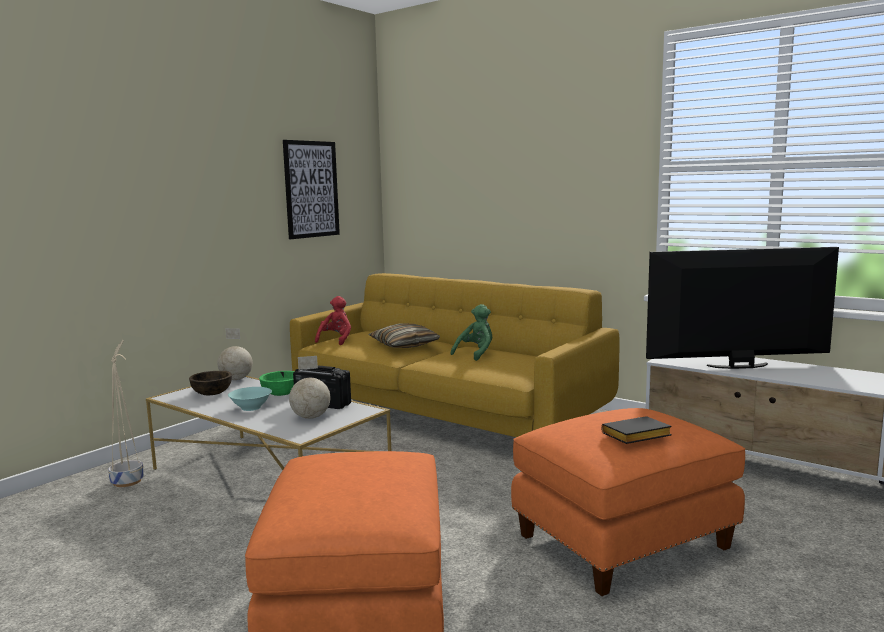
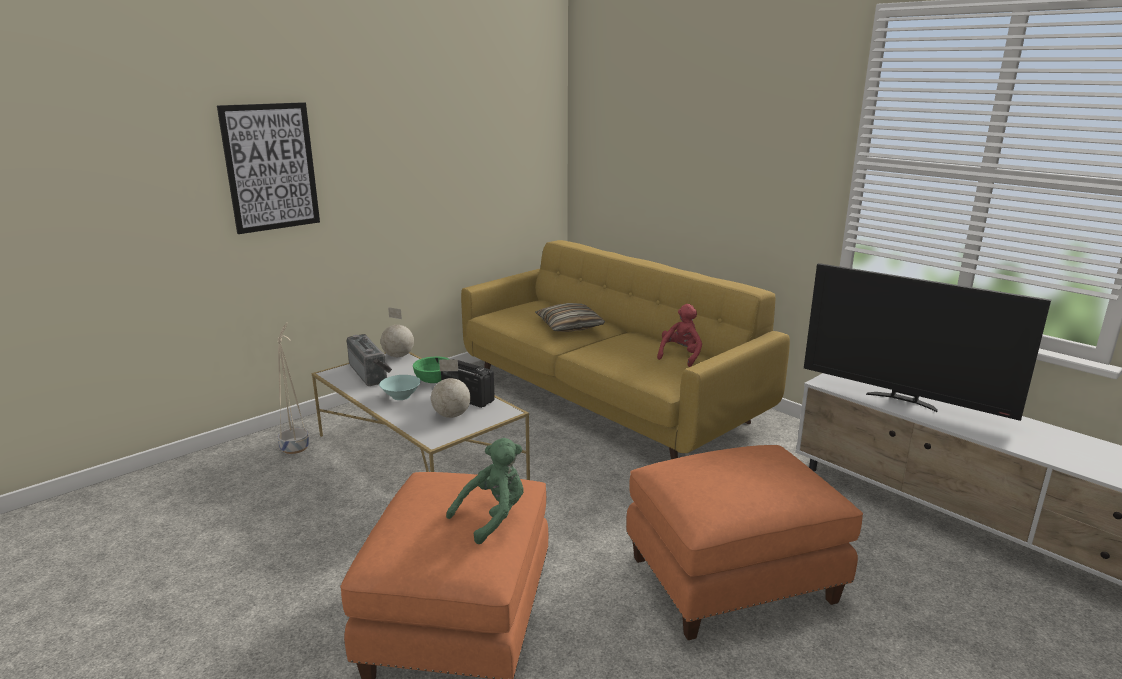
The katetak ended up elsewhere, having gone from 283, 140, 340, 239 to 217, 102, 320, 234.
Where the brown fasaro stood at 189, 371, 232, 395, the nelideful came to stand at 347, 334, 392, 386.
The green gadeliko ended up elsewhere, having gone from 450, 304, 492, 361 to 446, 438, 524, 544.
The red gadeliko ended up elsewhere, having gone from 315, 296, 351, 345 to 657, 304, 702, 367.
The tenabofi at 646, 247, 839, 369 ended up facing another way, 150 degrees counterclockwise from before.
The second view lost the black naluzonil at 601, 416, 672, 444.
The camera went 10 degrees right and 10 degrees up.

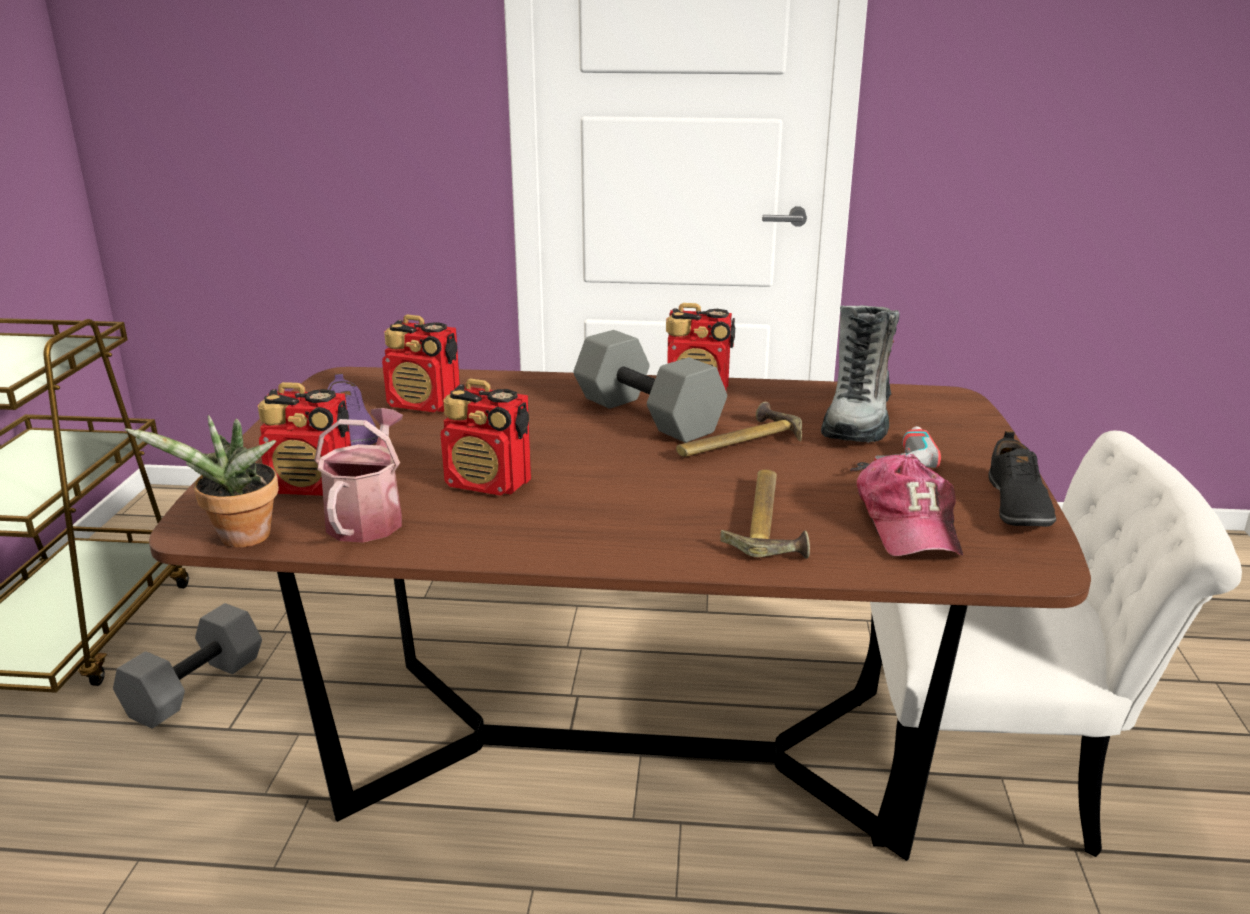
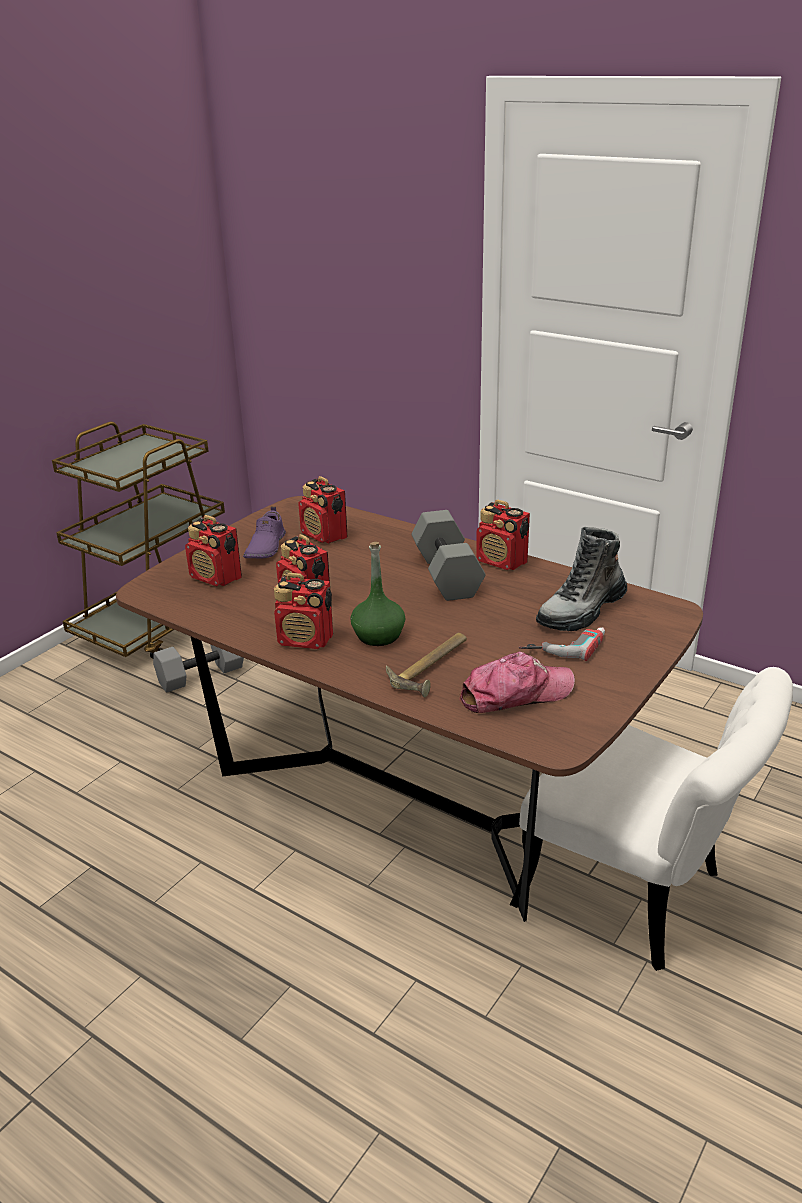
The second view gained the nelideful at 274, 573, 333, 649.
The second view gained the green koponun at 351, 542, 405, 646.
The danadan at 857, 454, 963, 557 ended up facing another way, 135 degrees counterclockwise from before.
The second view lost the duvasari at 124, 415, 279, 548.
The second view lost the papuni at 314, 408, 403, 543.
The second view lost the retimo at 676, 402, 802, 457.
The second view lost the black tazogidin at 988, 431, 1056, 527.
The camera went 30 degrees right and 5 degrees up.

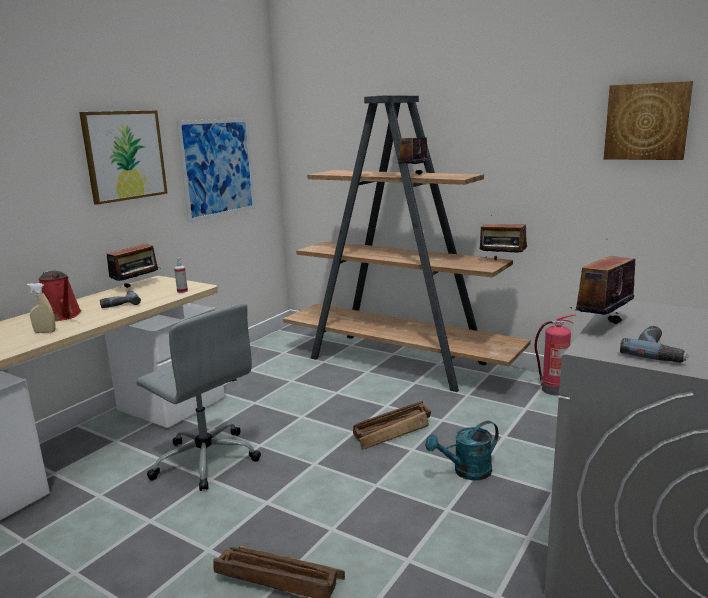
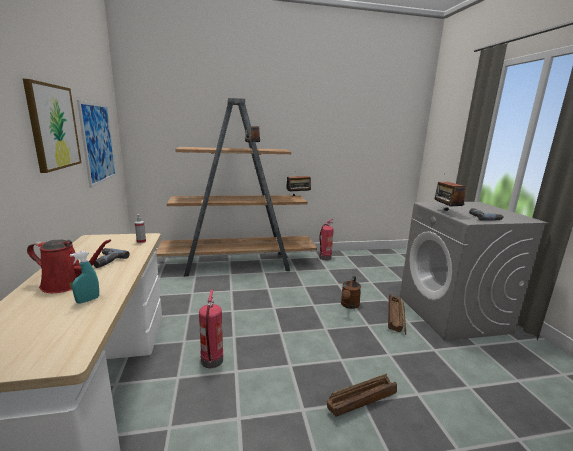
What was the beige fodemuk at 27, 283, 56, 333 turned into the turquoise fodemuk at 70, 251, 99, 304.
Where the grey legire stood at 136, 304, 261, 491, the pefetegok came to stand at 199, 290, 223, 368.
What was the turquoise papuni at 425, 421, 499, 480 turned into the brown papuni at 341, 276, 361, 309.
The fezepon ended up elsewhere, having gone from 353, 401, 431, 450 to 388, 294, 406, 335.
The second view lost the nelideful at 107, 244, 161, 288.
The second view lost the katetak at 604, 81, 693, 160.
The camera went 45 degrees left and 0 degrees up.

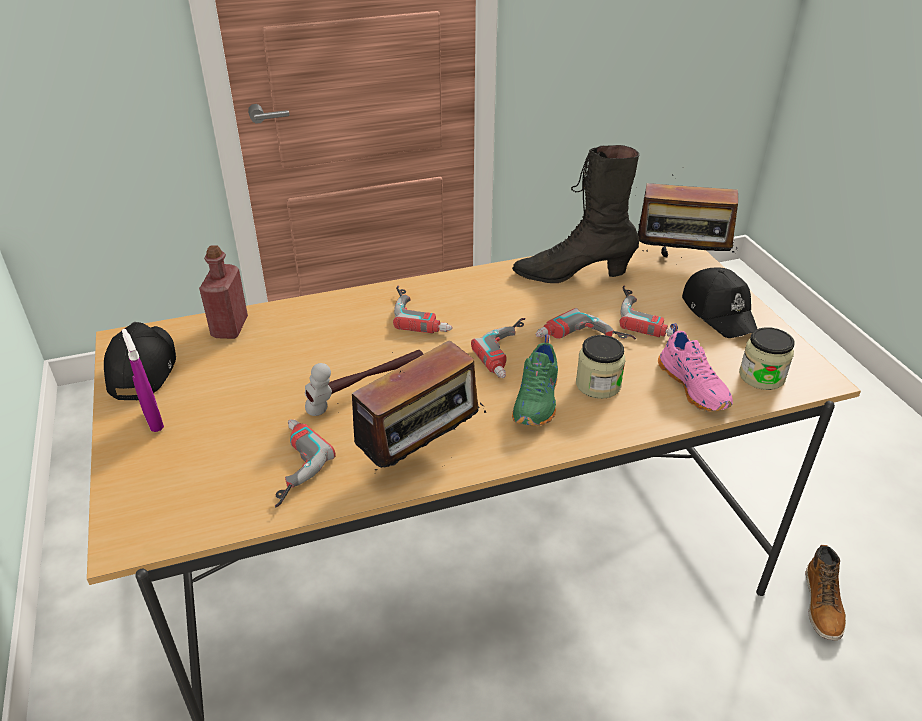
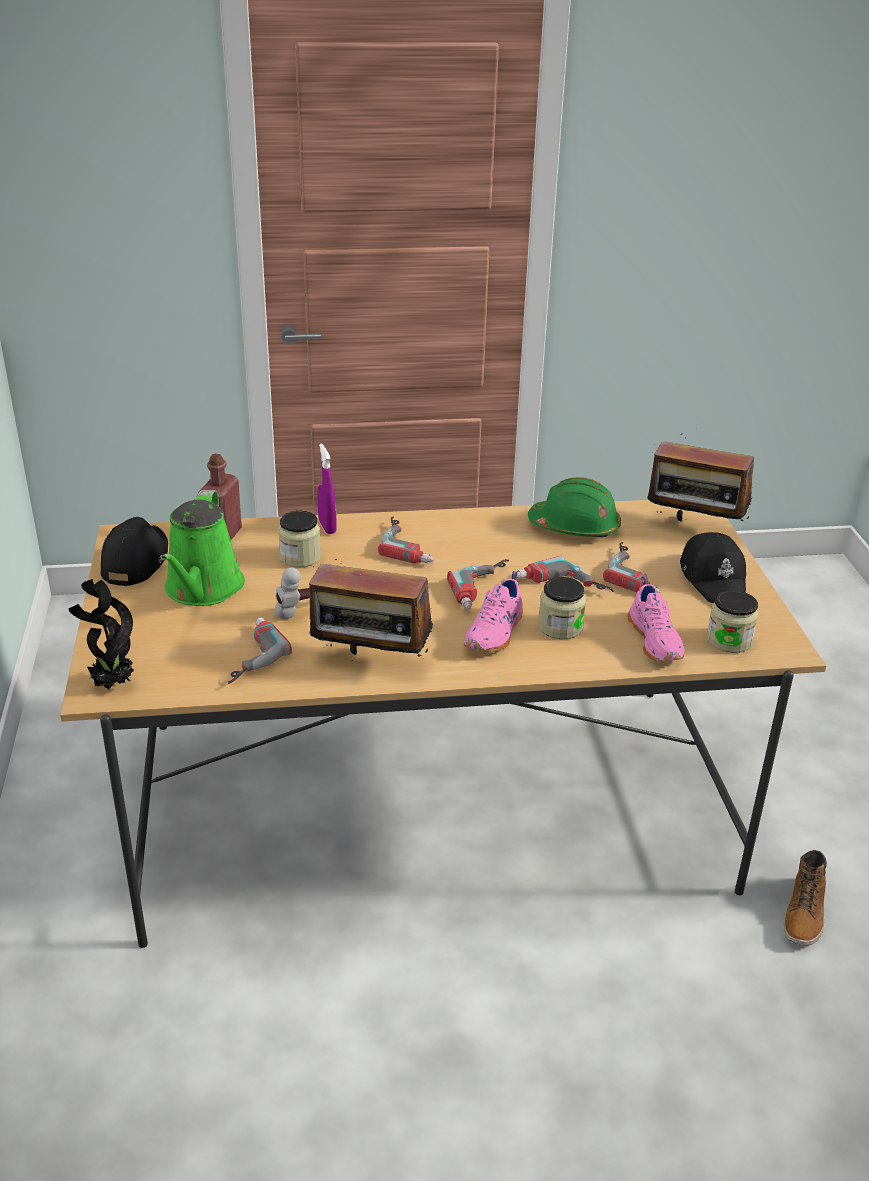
The second view gained the duvasari at 68, 579, 134, 689.
The second view gained the green papuni at 161, 490, 245, 606.
The second view gained the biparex at 278, 510, 321, 568.
The nelideful at 337, 340, 486, 474 ended up facing another way, 45 degrees clockwise from before.
The purple fodemuk ended up elsewhere, having gone from 122, 329, 164, 432 to 317, 444, 337, 534.
What was the green tazogidin at 512, 335, 558, 426 turned into the pink tazogidin at 464, 571, 523, 652.
Where the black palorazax stood at 512, 145, 639, 283, the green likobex came to stand at 528, 477, 621, 538.
The camera went 10 degrees right and 5 degrees down.

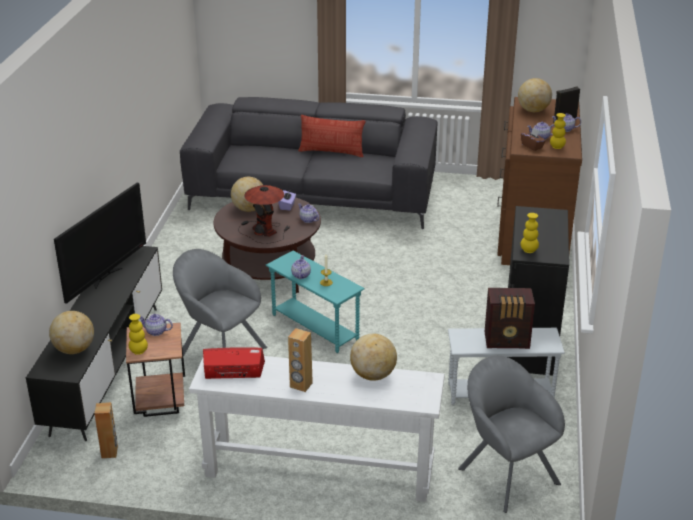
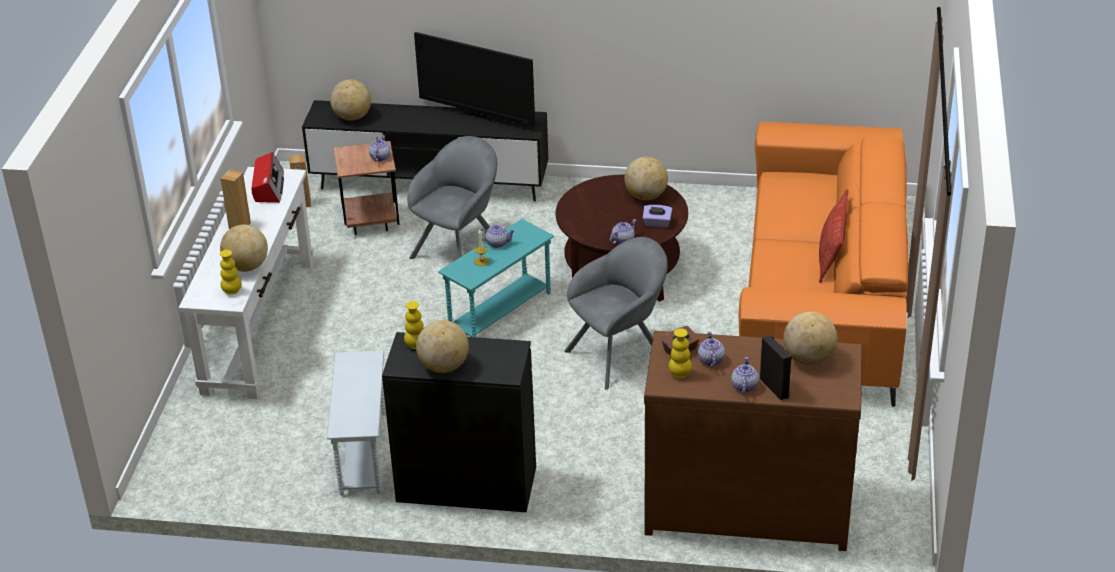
The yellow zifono ended up elsewhere, having gone from 129, 314, 148, 355 to 220, 250, 242, 295.
The second view gained the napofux at 416, 320, 469, 373.
The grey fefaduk ended up elsewhere, having gone from 458, 356, 565, 513 to 564, 237, 668, 389.
What was the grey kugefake at 180, 97, 437, 229 turned into the orange kugefake at 739, 122, 909, 407.
The second view lost the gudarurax at 238, 185, 290, 244.
The second view lost the nelideful at 485, 288, 535, 349.
The camera went 90 degrees right and 5 degrees up.

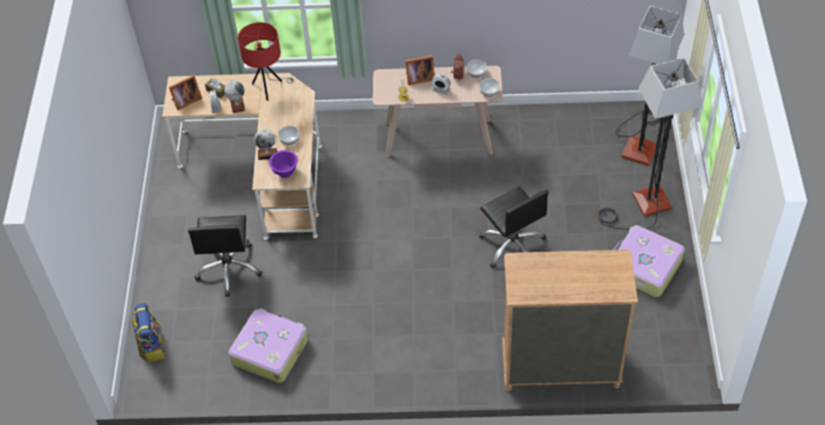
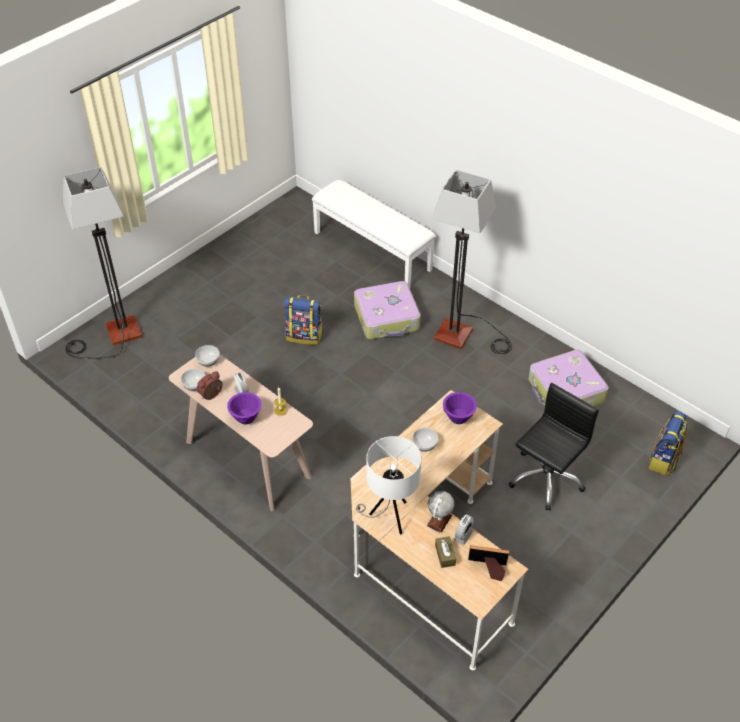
Where the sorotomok stood at 405, 56, 435, 85, the purple fasaro came to stand at 227, 392, 261, 425.
Where the black legire stood at 479, 186, 549, 268, the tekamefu came to stand at 284, 295, 323, 345.
Where the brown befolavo stood at 502, 250, 638, 391, the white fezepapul came to stand at 312, 180, 436, 288.
The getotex ended up elsewhere, having gone from 613, 225, 685, 297 to 354, 281, 421, 339.
What was the red gudarurax at 238, 22, 294, 101 turned into the white gudarurax at 356, 436, 421, 535.
The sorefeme ended up elsewhere, having gone from 598, 58, 702, 230 to 431, 170, 512, 354.
The second view lost the napofux at 254, 129, 277, 160.
The camera went 140 degrees left and 5 degrees down.

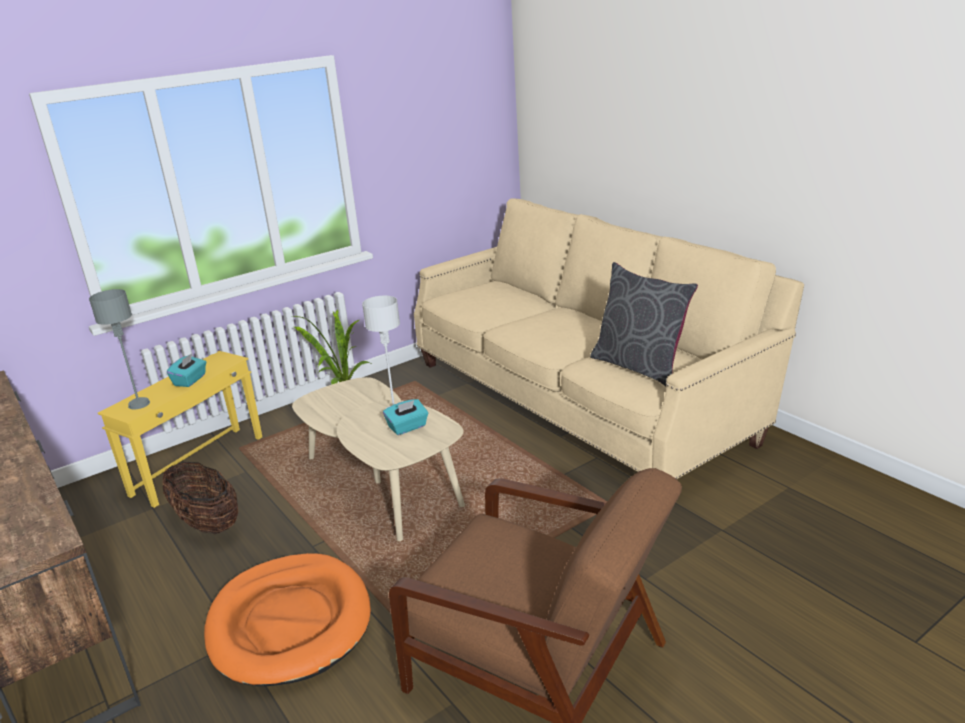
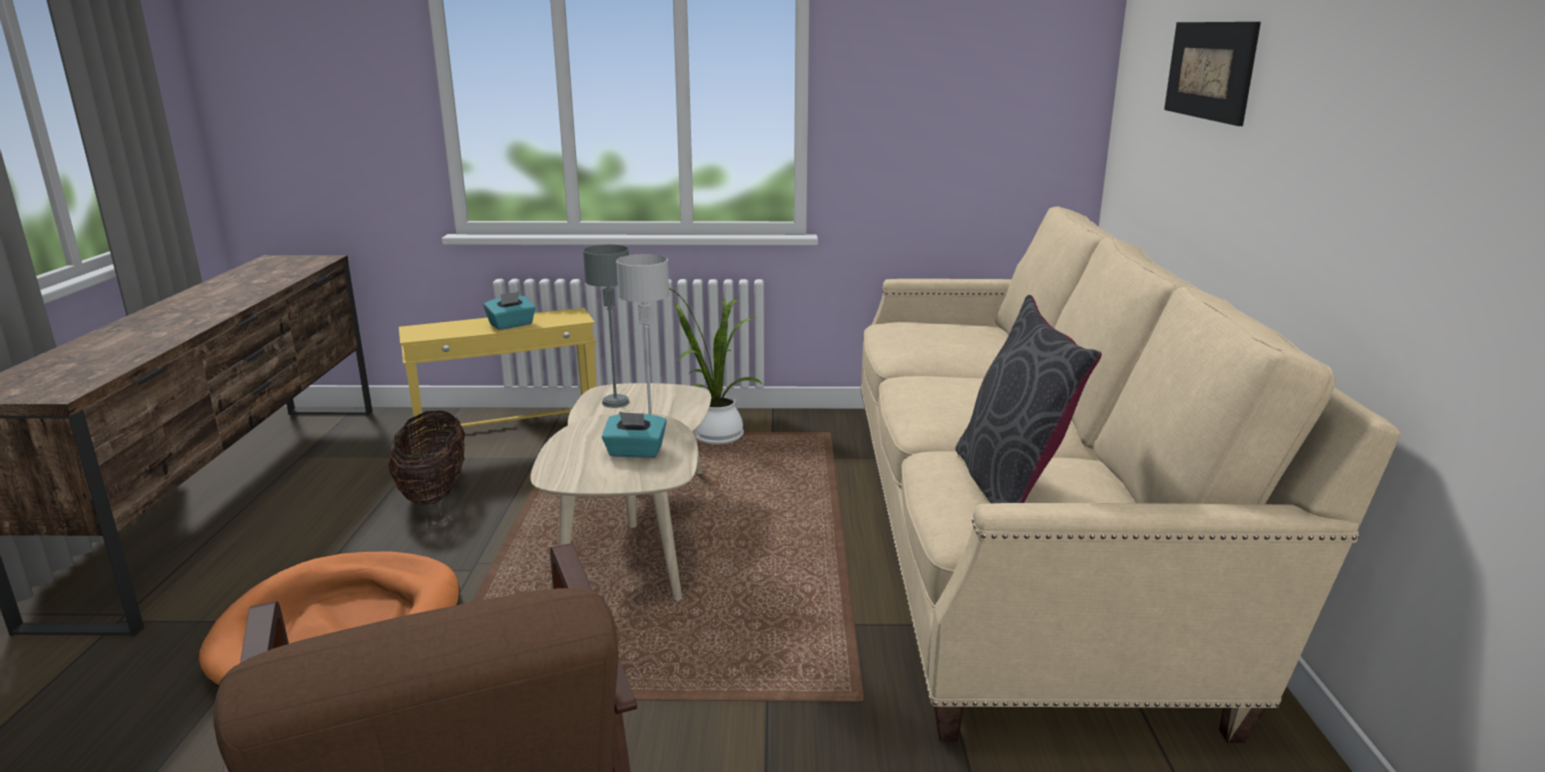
The grey gudarurax ended up elsewhere, having gone from 89, 289, 150, 410 to 583, 245, 630, 408.
The second view gained the katetak at 1164, 22, 1261, 126.
The camera went 35 degrees right and 5 degrees down.

